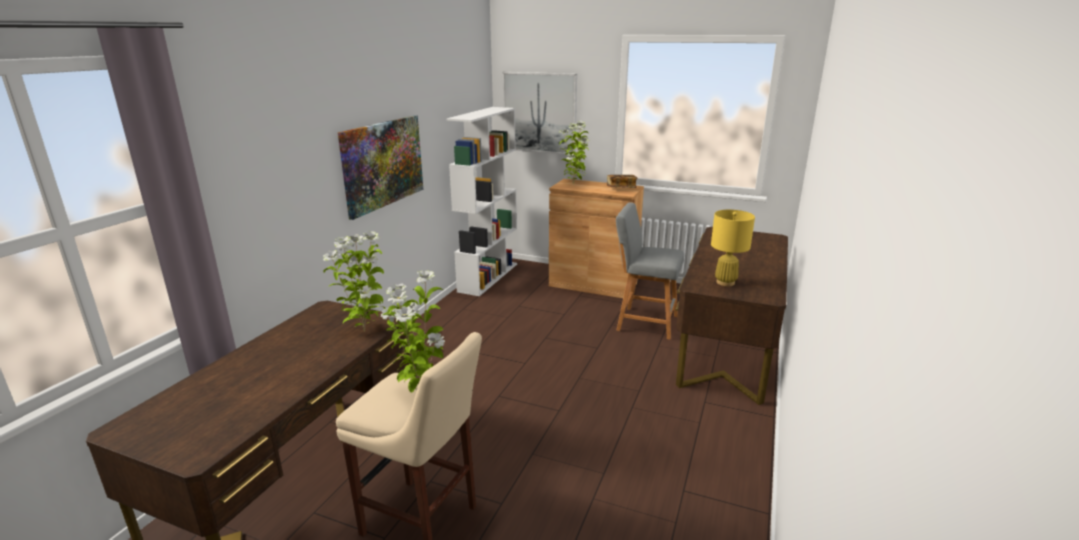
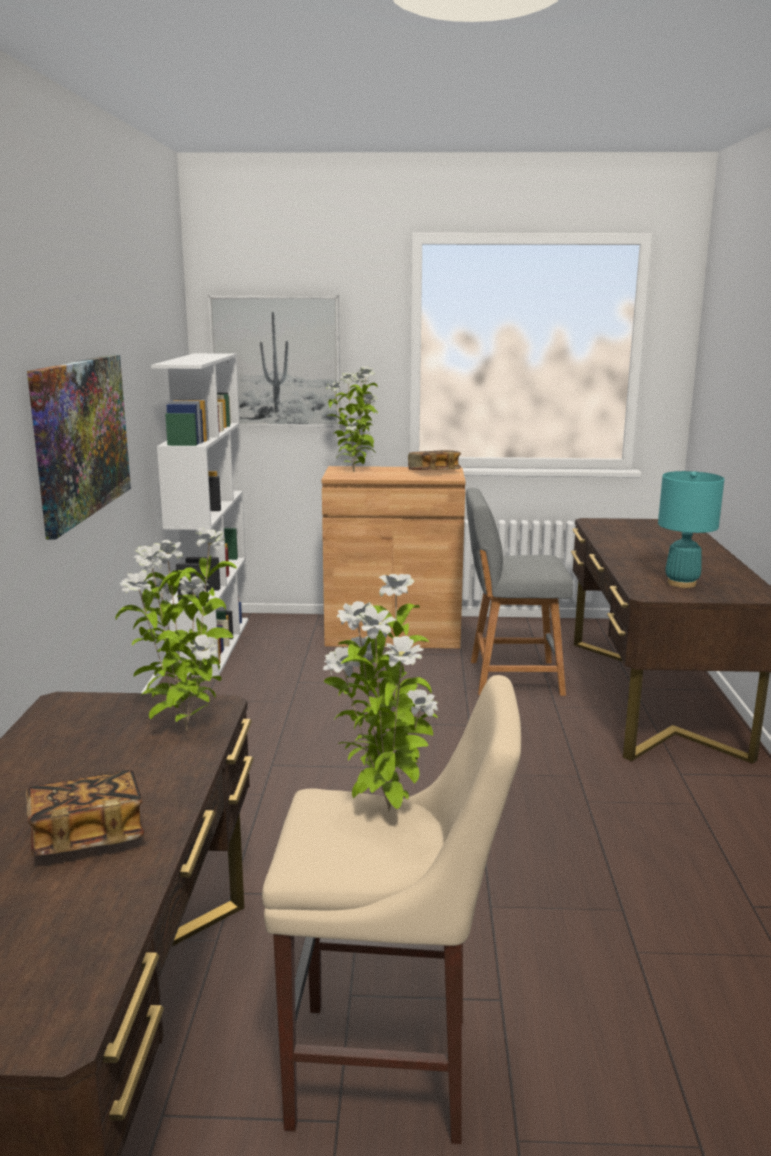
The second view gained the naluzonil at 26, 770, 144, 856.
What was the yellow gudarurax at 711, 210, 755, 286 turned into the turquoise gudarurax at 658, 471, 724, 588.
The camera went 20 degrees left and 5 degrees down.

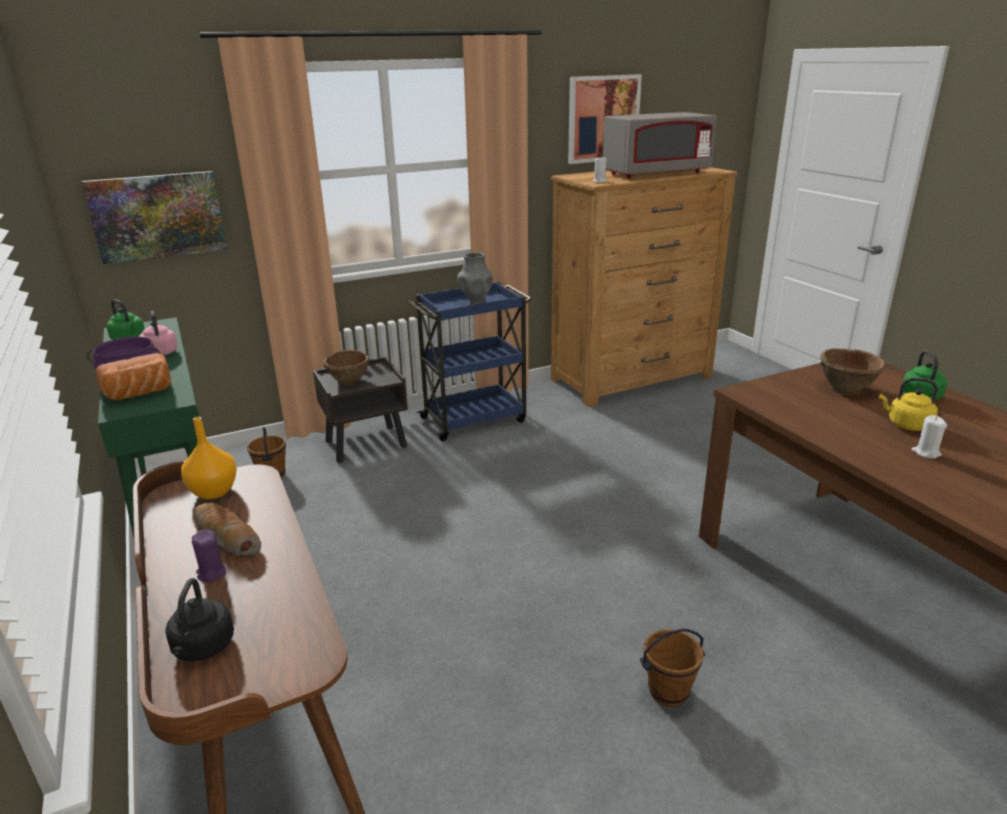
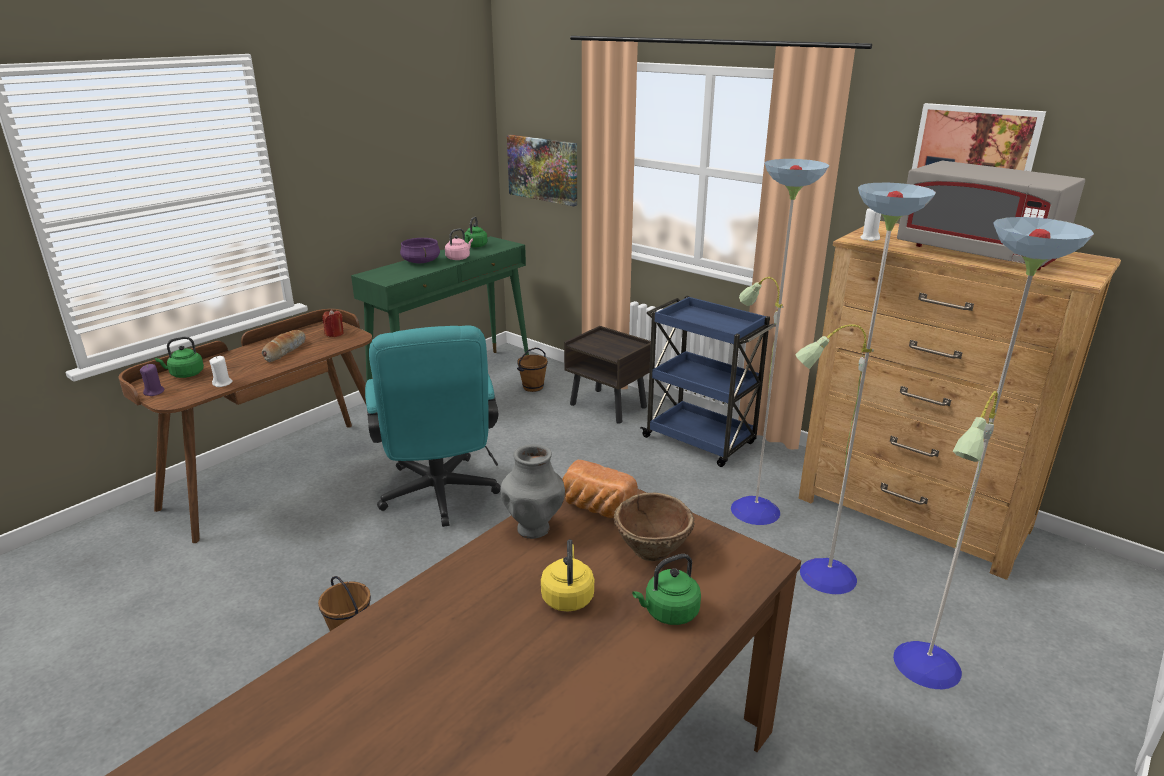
The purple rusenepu ended up elsewhere, having gone from 192, 530, 226, 582 to 140, 364, 164, 396.
What was the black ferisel at 165, 578, 234, 661 turned into the green ferisel at 155, 337, 204, 378.
The white rusenepu ended up elsewhere, having gone from 911, 415, 947, 459 to 209, 356, 233, 387.
Where the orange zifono stood at 181, 417, 237, 499, the red rusenepu came to stand at 322, 309, 344, 337.
The second view gained the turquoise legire at 365, 326, 501, 527.
The grey zifono ended up elsewhere, having gone from 457, 252, 493, 305 to 500, 444, 565, 539.
The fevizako ended up elsewhere, having gone from 96, 353, 171, 401 to 562, 460, 638, 518.
The second view gained the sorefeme at 731, 159, 1094, 689.
The second view lost the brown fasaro at 323, 350, 370, 385.
The camera went 65 degrees right and 0 degrees up.

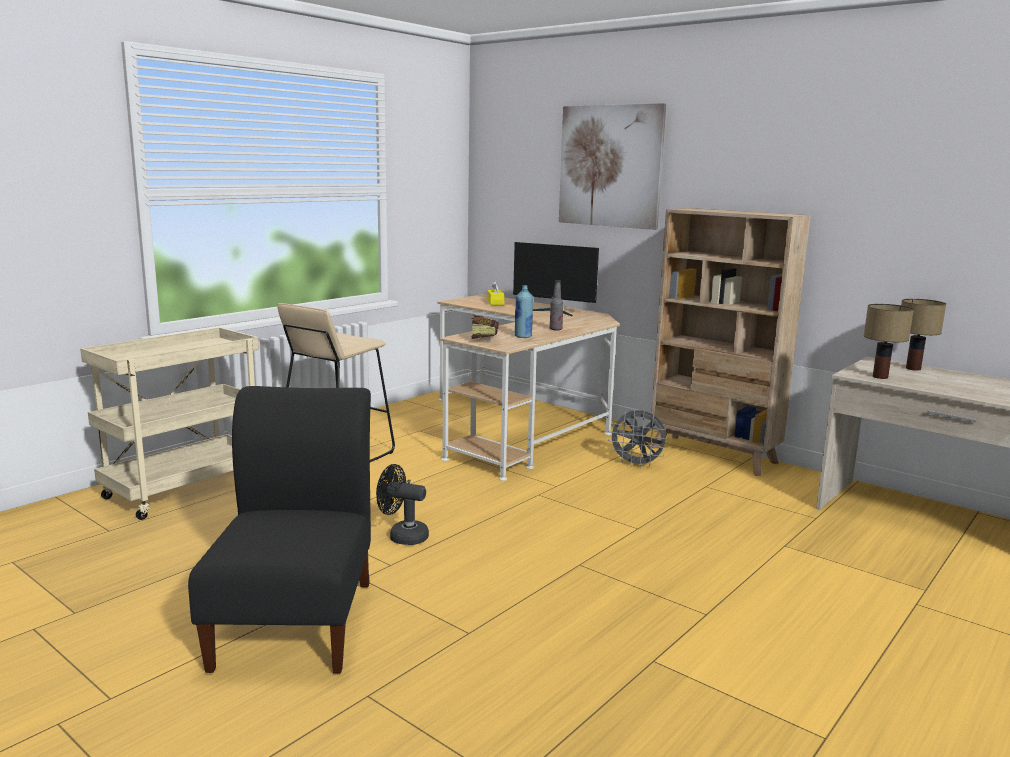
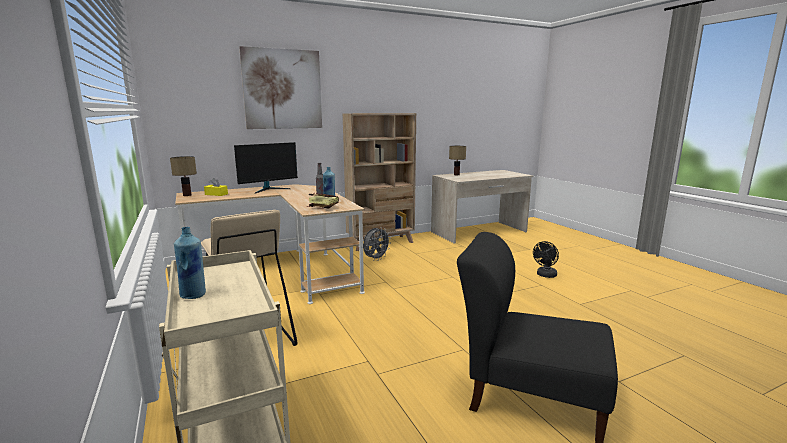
The gudarurax ended up elsewhere, having gone from 864, 304, 914, 379 to 170, 156, 197, 196.
The second view gained the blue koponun at 174, 227, 206, 299.
The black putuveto ended up elsewhere, having gone from 376, 464, 429, 545 to 533, 241, 559, 278.
The camera went 65 degrees left and 0 degrees up.

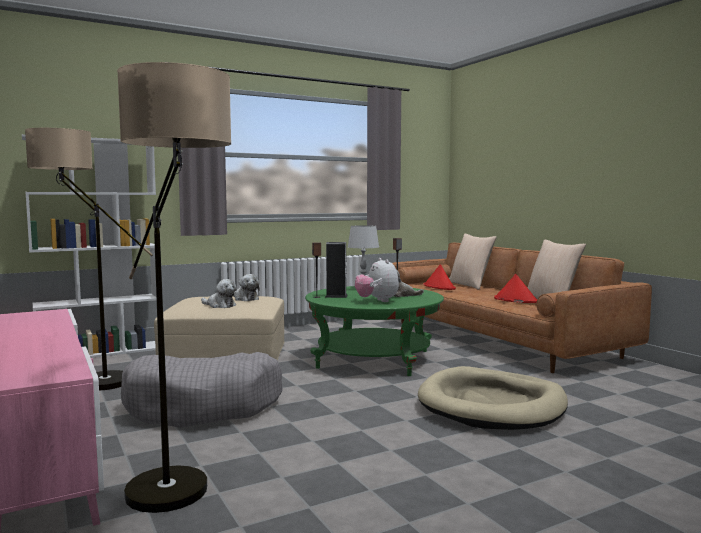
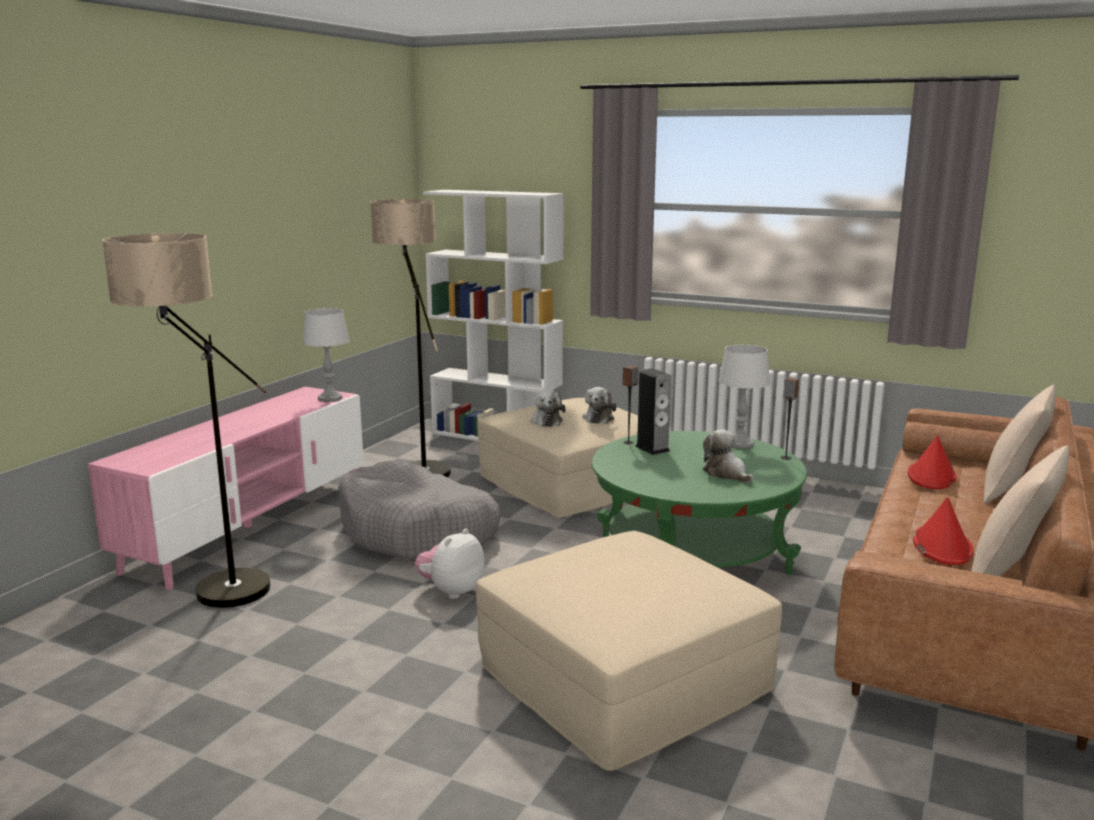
The second view gained the grey gudarurax at 303, 308, 350, 402.
The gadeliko ended up elsewhere, having gone from 355, 258, 399, 302 to 415, 528, 484, 599.
Where the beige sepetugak stood at 418, 366, 568, 430, the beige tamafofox came to stand at 476, 531, 782, 771.
The camera went 55 degrees right and 10 degrees up.

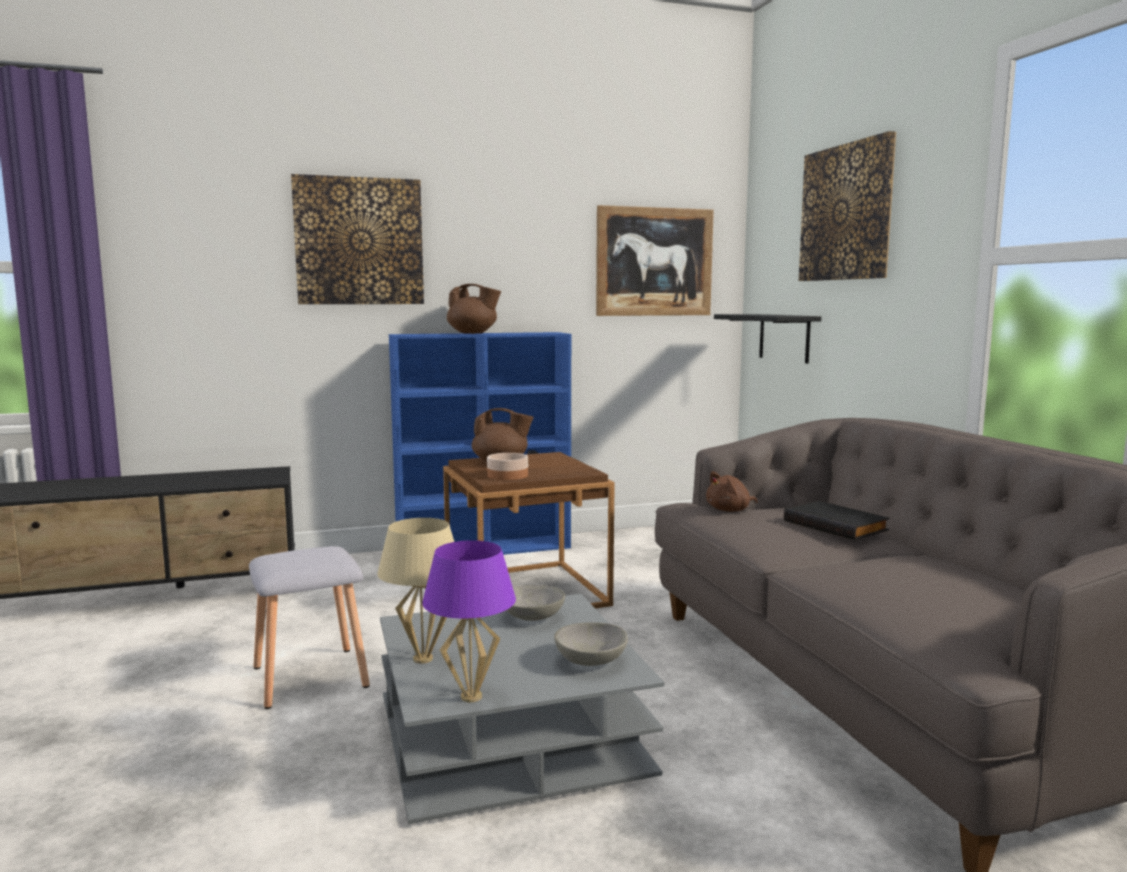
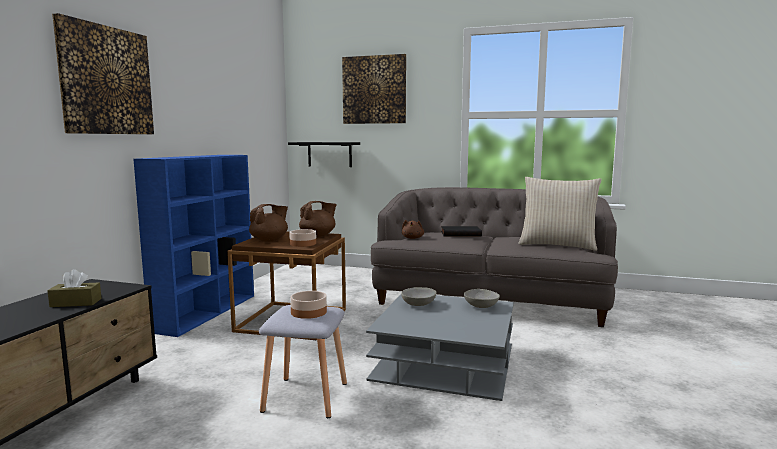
The second view gained the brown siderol at 47, 269, 102, 307.
The second view gained the fasaro at 290, 291, 327, 319.
The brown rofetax ended up elsewhere, having gone from 447, 284, 501, 334 to 299, 201, 337, 237.
The second view gained the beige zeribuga at 519, 177, 602, 251.
The second view lost the beige gudarurax at 377, 518, 454, 664.
The second view lost the purple gudarurax at 422, 540, 516, 702.
The second view lost the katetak at 596, 205, 714, 316.
The camera went 55 degrees left and 0 degrees up.

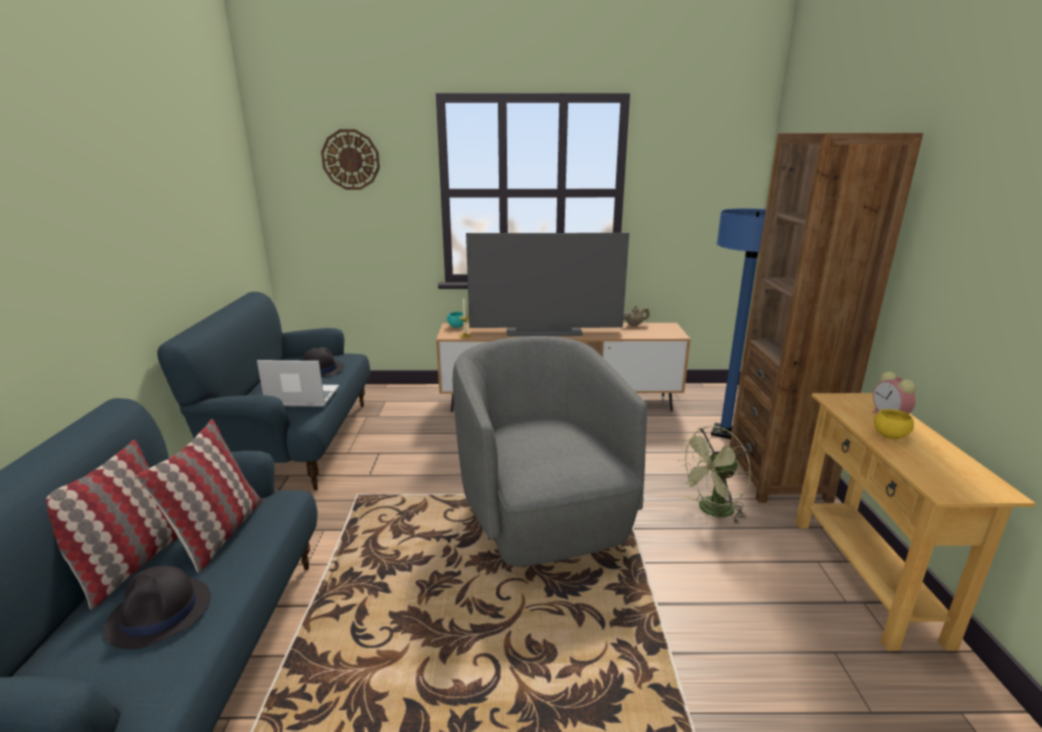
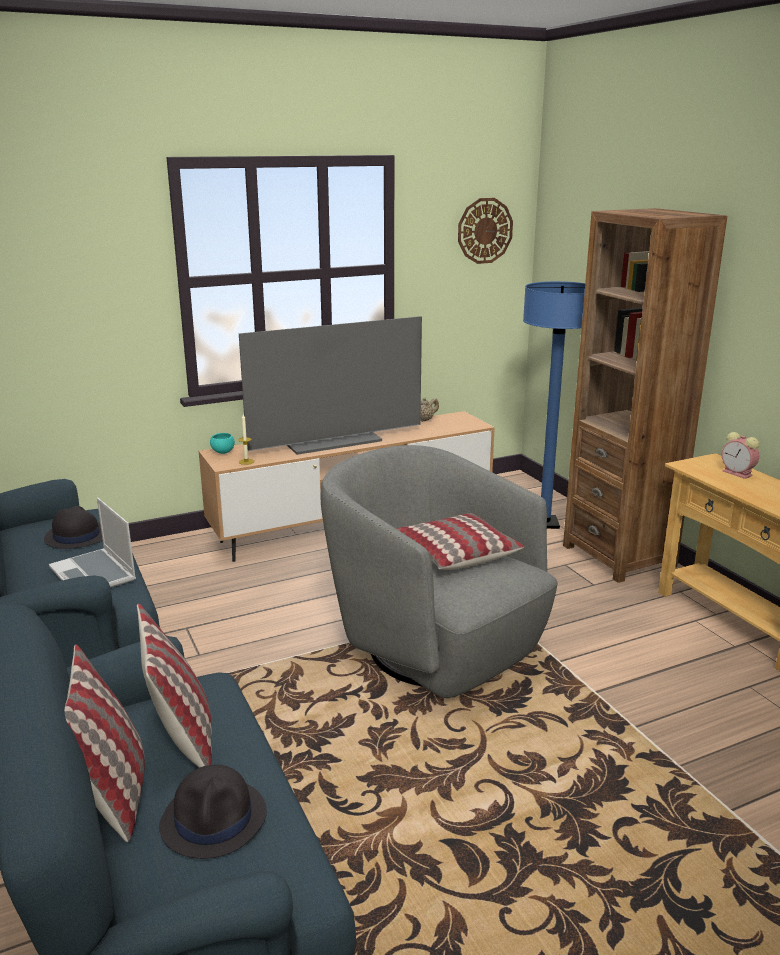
The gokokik at 257, 360, 339, 407 ended up facing another way, 105 degrees counterclockwise from before.
The second view gained the zeribuga at 397, 513, 524, 570.
The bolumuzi ended up elsewhere, having gone from 321, 129, 380, 190 to 458, 198, 513, 264.
The second view lost the green putuveto at 677, 426, 751, 524.
The second view lost the yellow fasaro at 874, 409, 914, 439.
The camera went 25 degrees left and 0 degrees up.

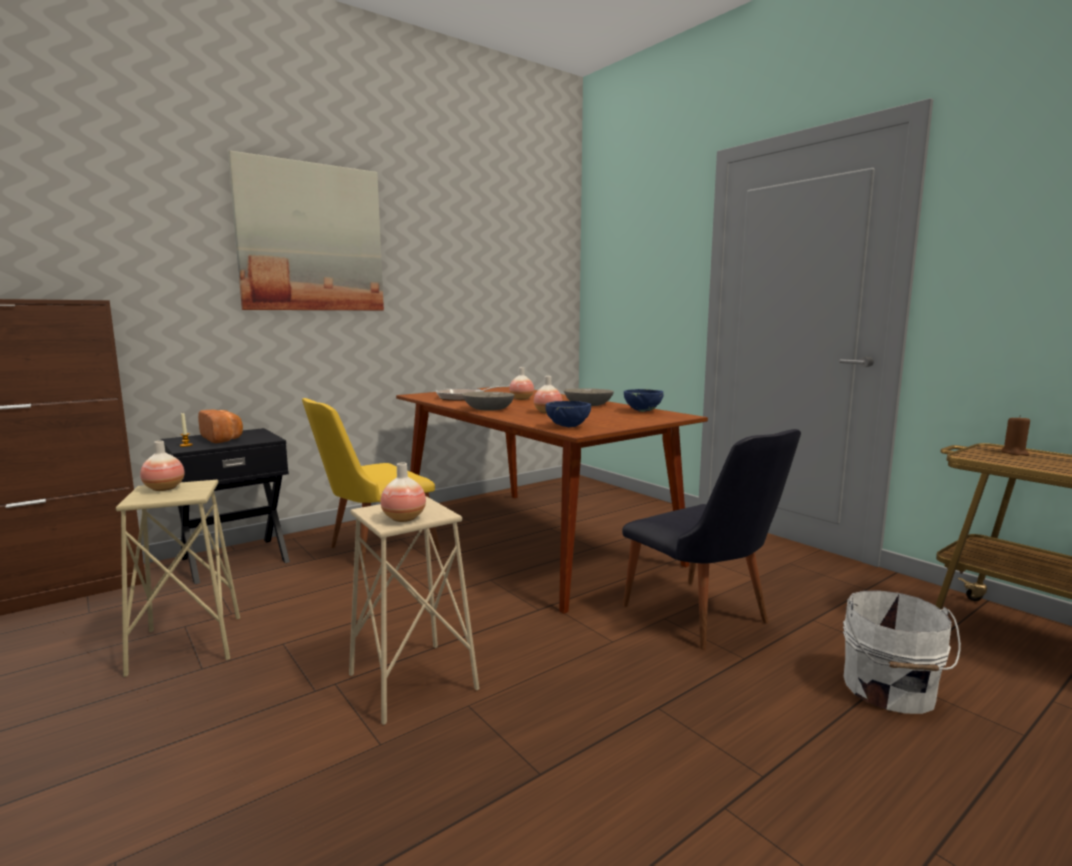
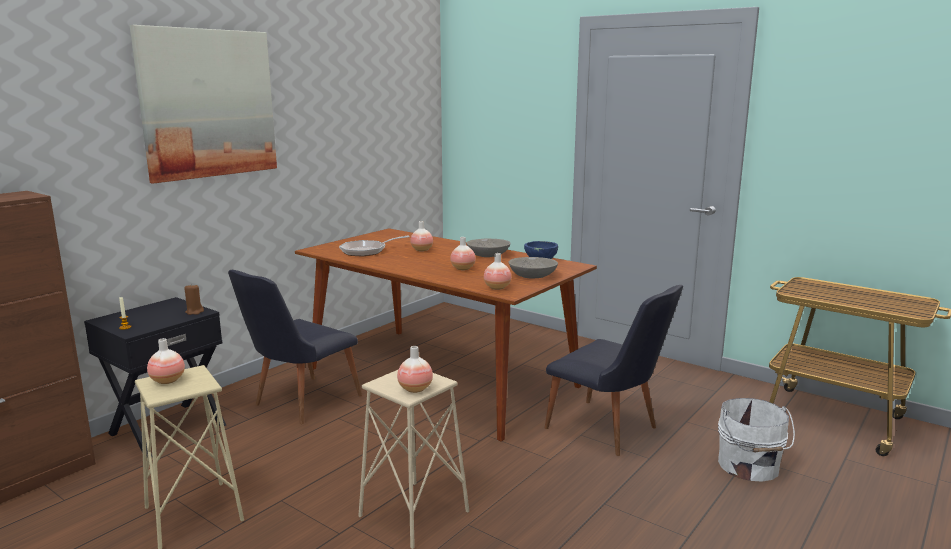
The brown rusenepu ended up elsewhere, having gone from 1001, 415, 1030, 456 to 184, 284, 204, 315.
What was the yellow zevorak at 302, 398, 440, 570 turned into the black zevorak at 228, 270, 362, 424.
Where the blue fasaro stood at 545, 401, 591, 427, the zifono came to stand at 484, 253, 511, 290.
The grey fasaro ended up elsewhere, having gone from 462, 392, 514, 410 to 508, 257, 558, 279.
The second view lost the fevizako at 198, 410, 243, 443.
The camera went 15 degrees left and 5 degrees up.

